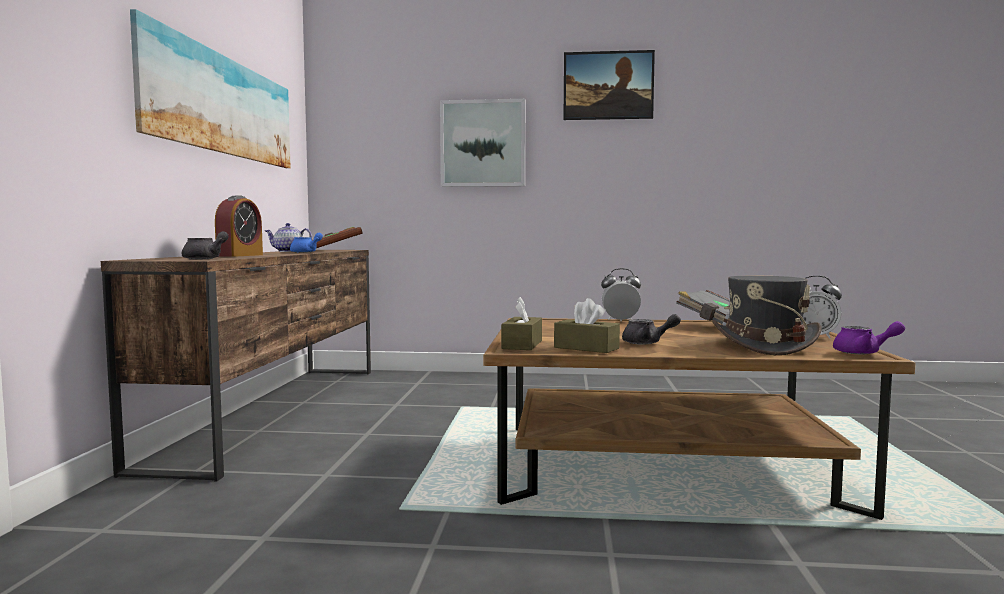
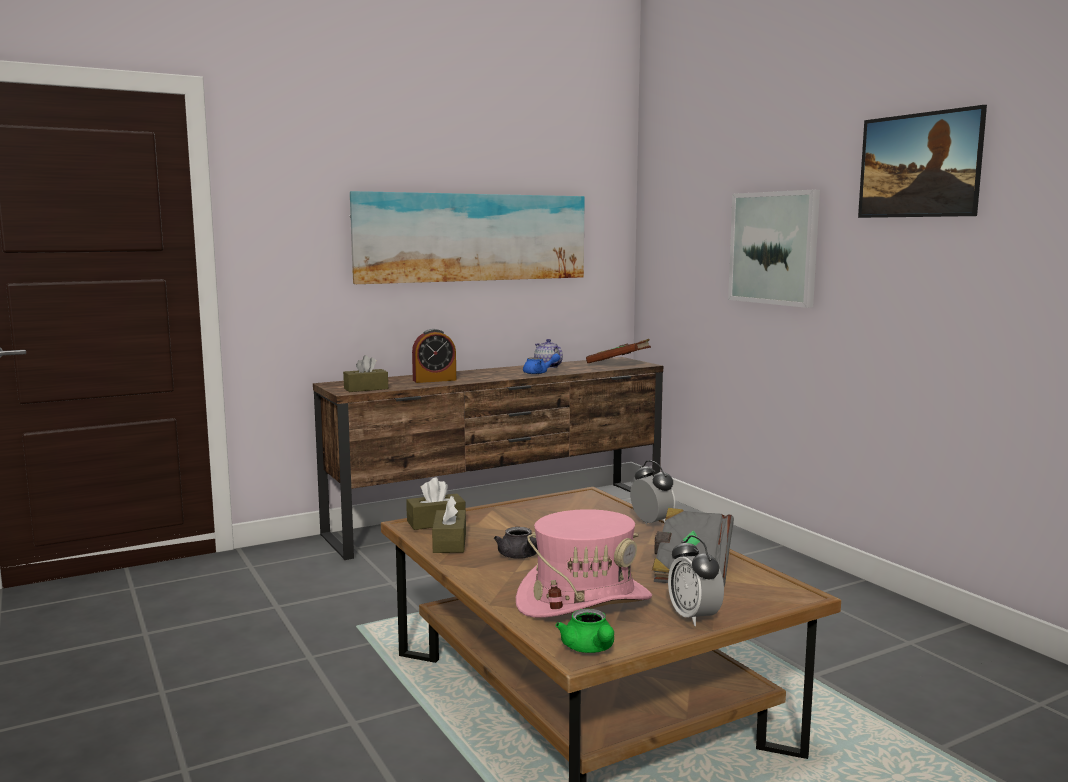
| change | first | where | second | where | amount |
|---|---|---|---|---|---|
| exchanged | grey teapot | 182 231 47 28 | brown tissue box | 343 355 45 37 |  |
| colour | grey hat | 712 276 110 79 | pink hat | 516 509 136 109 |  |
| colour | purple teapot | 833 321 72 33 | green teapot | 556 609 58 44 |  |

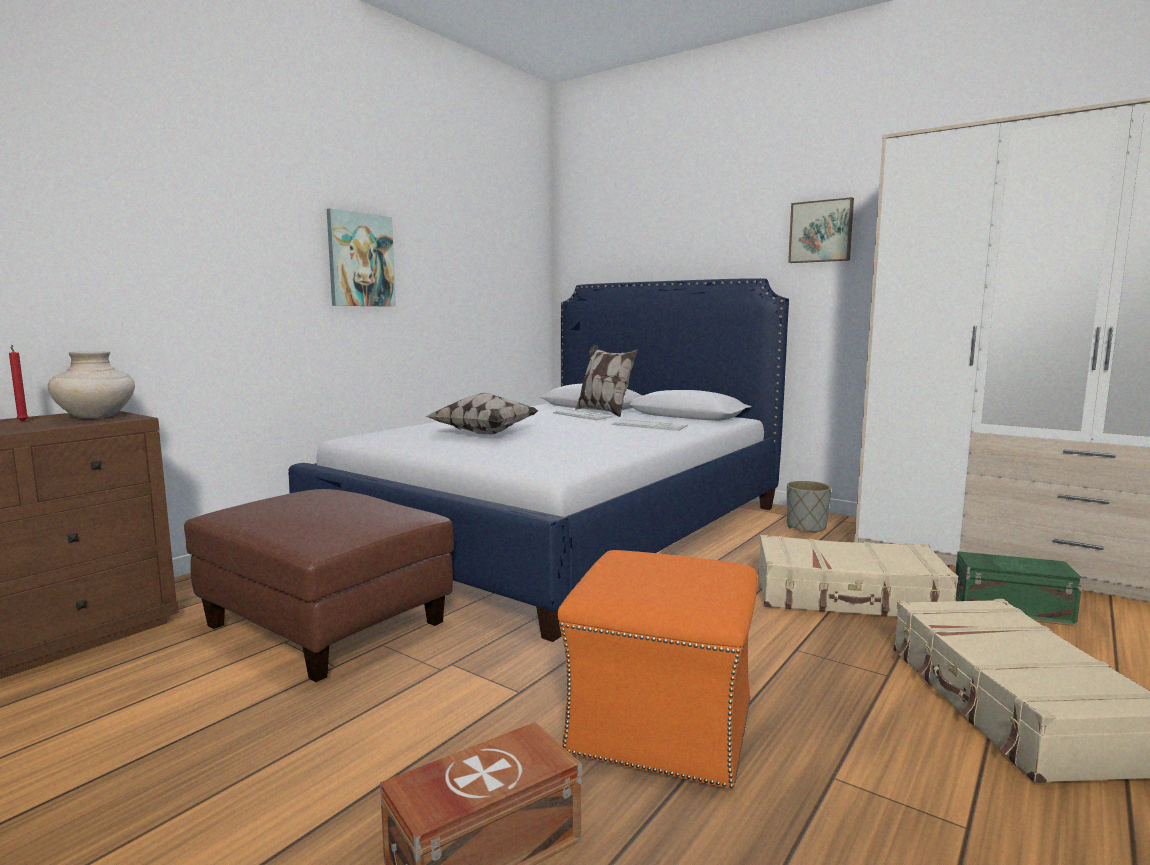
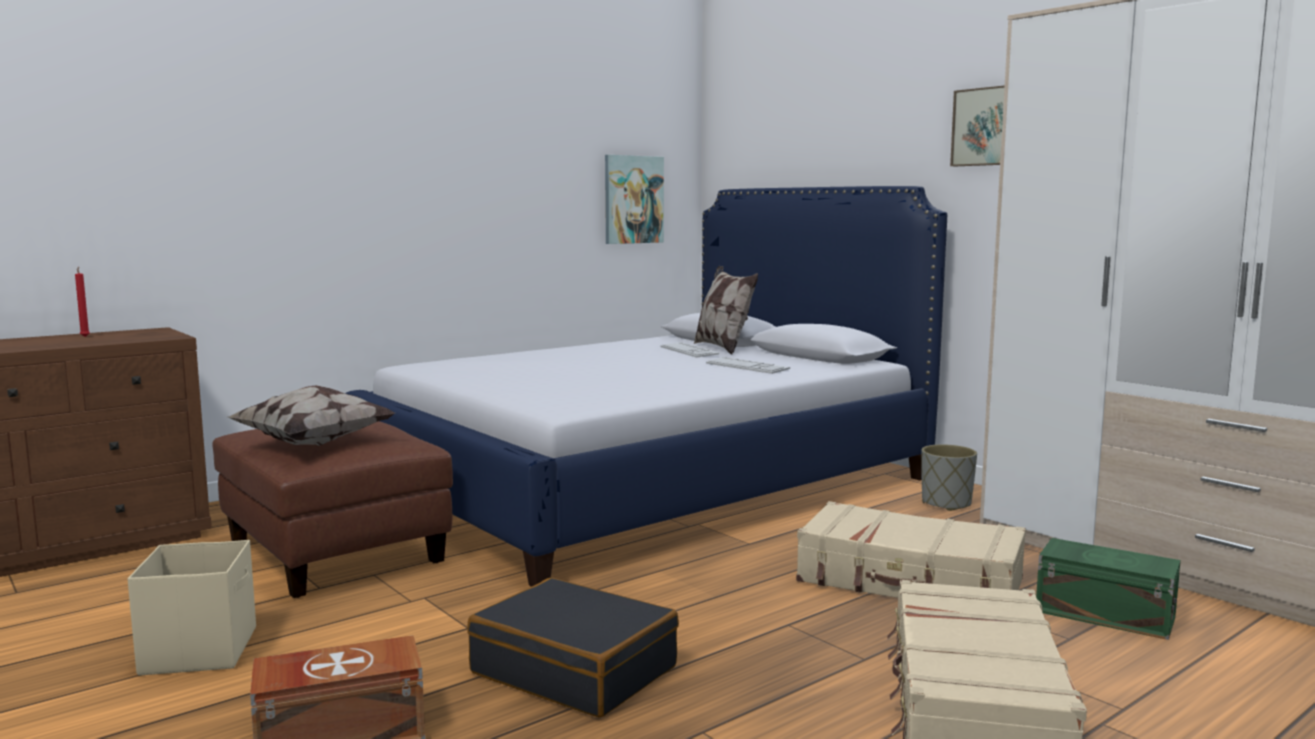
| change | first | where | second | where | amount |
|---|---|---|---|---|---|
| appeared |  |  | beige storage box | 128 540 128 135 |  |
| relocated | pillow | 425 393 113 42 |  | 229 385 166 61 |  |
| exchanged | orange ottoman | 558 550 199 239 | black suitcase | 467 578 212 139 |  |
| relocated | picture | 327 208 69 99 |  | 605 155 59 89 |  |
| missing | beige vase | 48 351 87 67 |  |  |  |

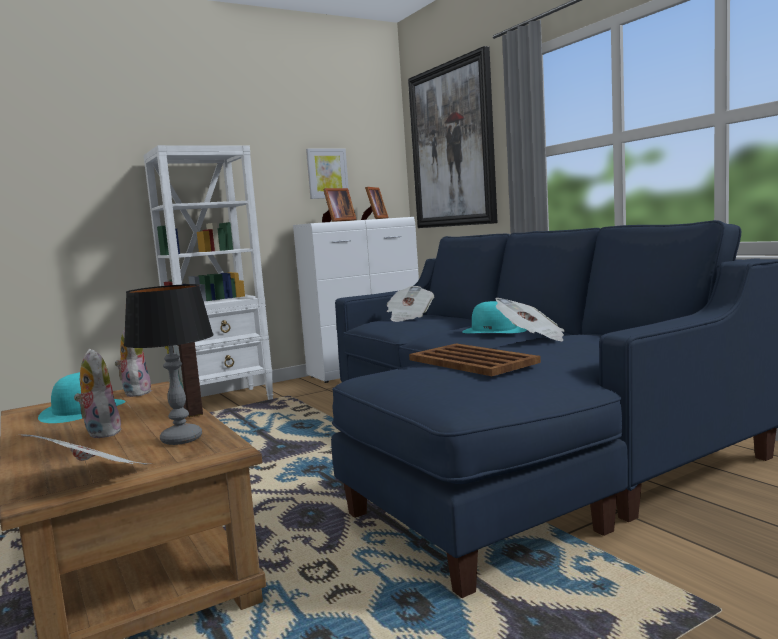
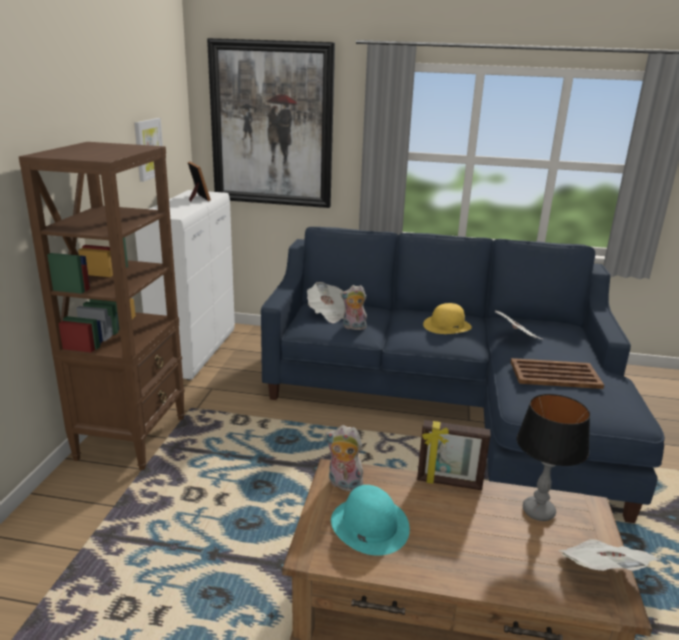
| change | first | where | second | where | amount |
|---|---|---|---|---|---|
| colour | white bookcase | 143 145 131 255 | brown bookcase | 19 142 166 328 |  |
| relocated | plush toy | 74 349 48 89 |  | 340 285 27 45 |  |
| colour | turquoise hat | 462 301 65 32 | yellow hat | 423 303 49 31 |  |
| missing | picture frame | 322 188 35 35 |  |  |  |

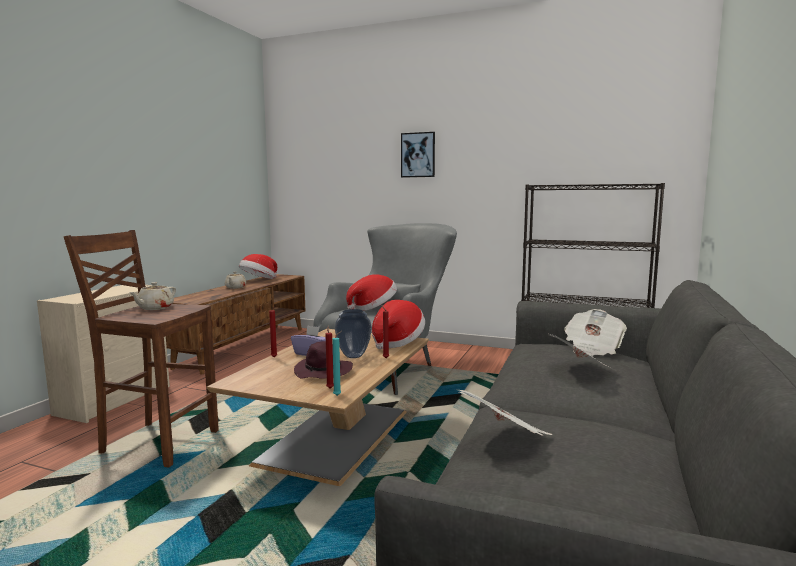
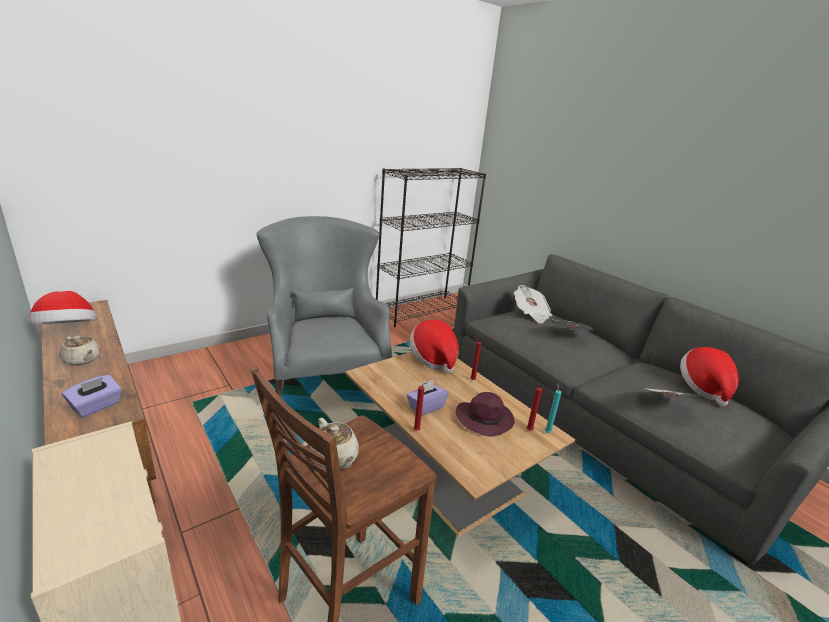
| change | first | where | second | where | amount |
|---|---|---|---|---|---|
| appeared |  |  | purple tissue box | 62 375 60 43 |  |
| relocated | hat | 346 275 51 36 |  | 680 347 59 59 |  |
| missing | vase | 335 309 37 49 |  |  |  |
| missing | picture | 401 132 34 46 |  |  |  |

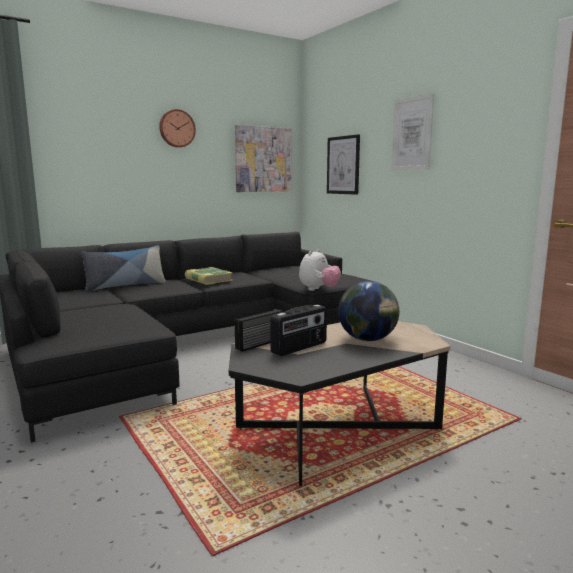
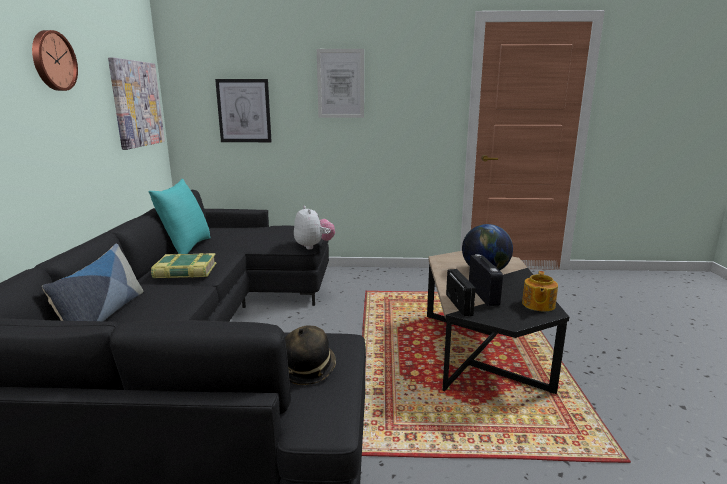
| change | first | where | second | where | amount |
|---|---|---|---|---|---|
| appeared |  |  | turquoise pillow | 148 179 63 75 |  |
| appeared |  |  | hat | 285 325 51 60 |  |
| appeared |  |  | teapot | 522 271 36 40 |  |

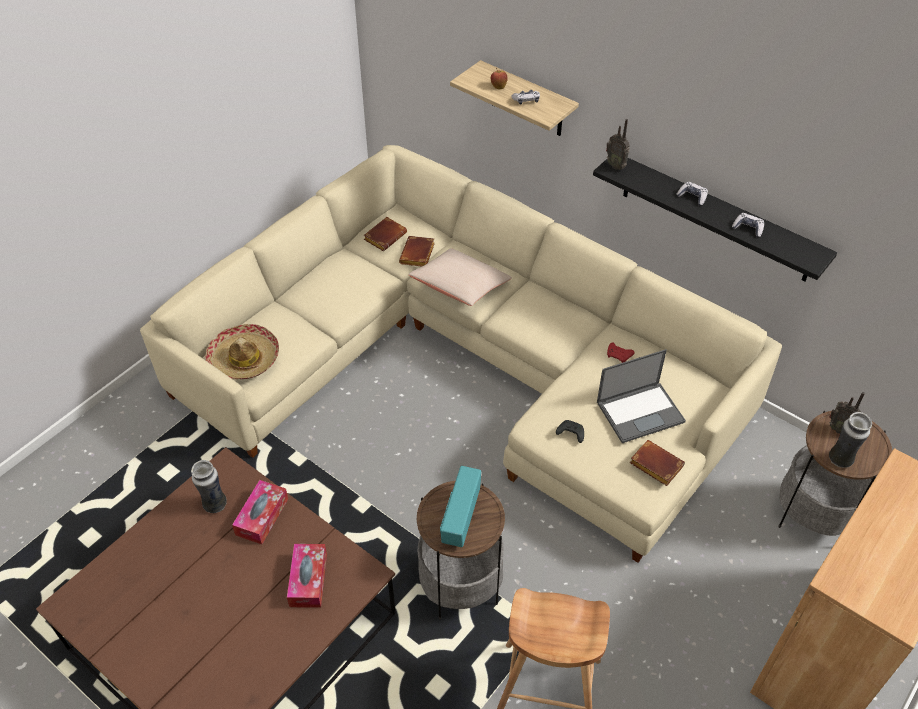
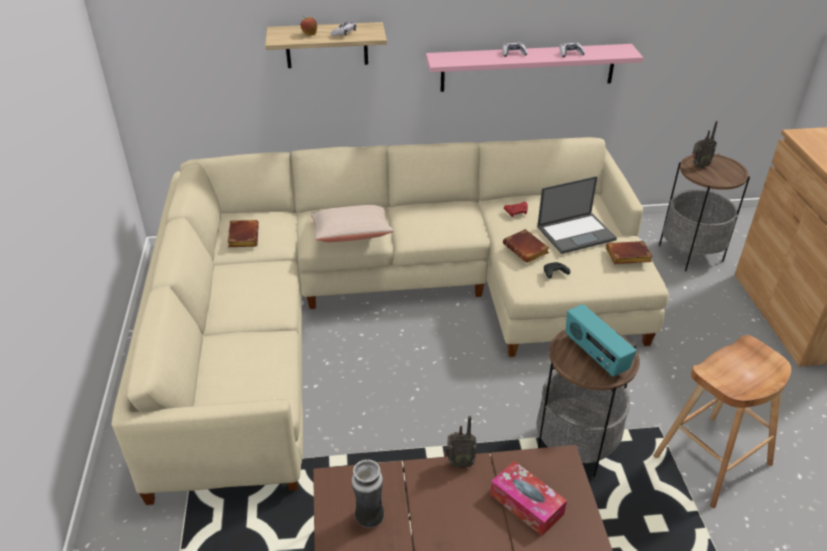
| change | first | where | second | where | amount |
|---|---|---|---|---|---|
| colour | black shelf | 593 158 244 124 | pink shelf | 426 44 217 48 |  |
| relocated | radio | 606 119 24 51 |  | 445 416 32 52 |  |
| relocated | brown book | 399 236 36 31 |  | 503 229 46 34 |  |
| spun | laptop | 597 349 89 94 |  | 537 176 80 78 | 45 degrees clockwise |
| missing | hat | 205 324 74 55 |  |  |  |
| missing | tissue box | 232 480 56 64 |  |  |  |
| missing | vase | 829 412 43 56 |  |  |  |

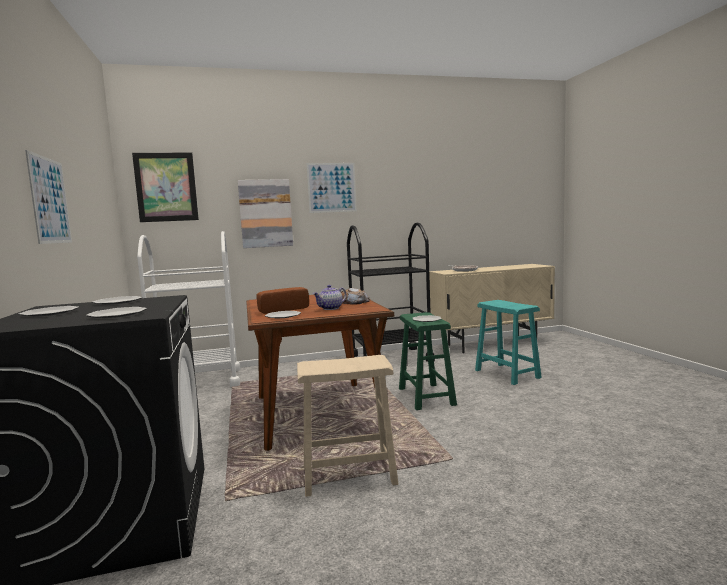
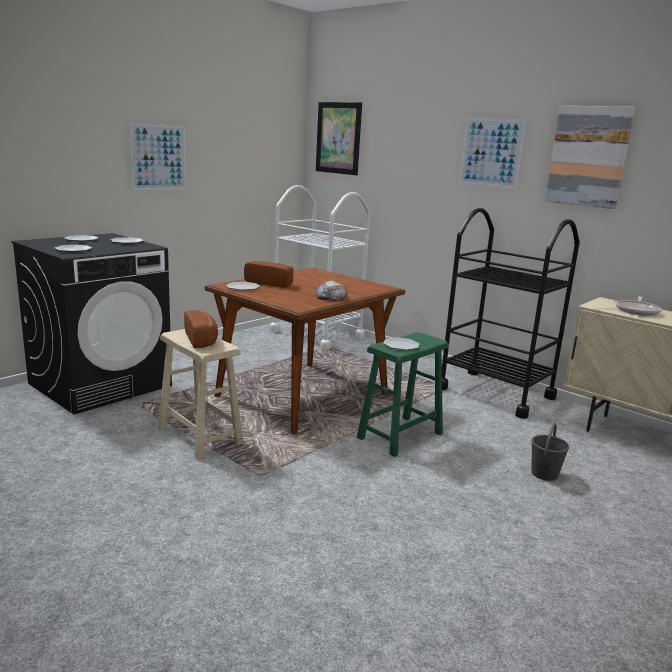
| change | first | where | second | where | amount |
|---|---|---|---|---|---|
| appeared |  |  | bread | 184 310 34 38 |  |
| exchanged | turquoise stool | 475 300 67 85 | grey bucket | 531 423 38 58 |  |
| relocated | picture | 238 179 55 69 |  | 545 106 90 103 |  |
| missing | teapot | 313 285 34 25 |  |  |  |

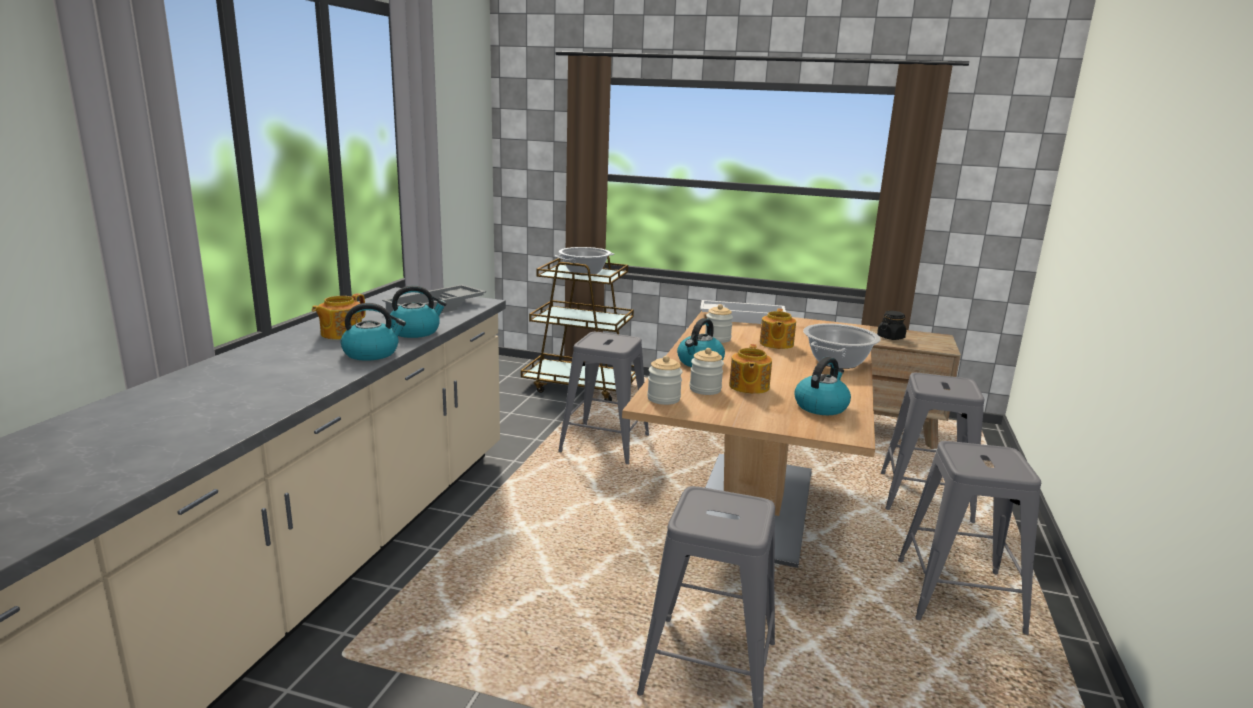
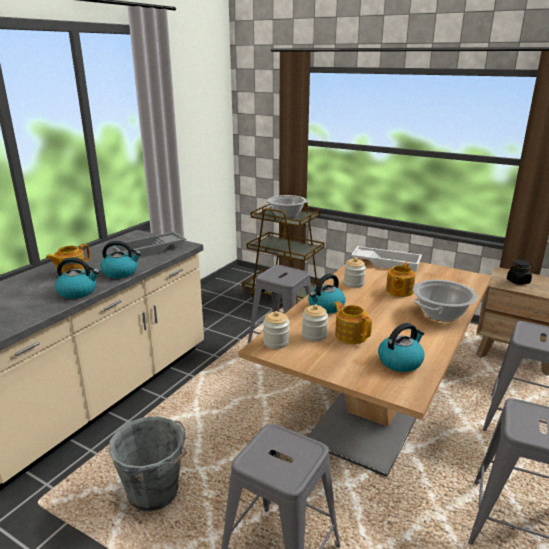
| change | first | where | second | where | amount |
|---|---|---|---|---|---|
| appeared |  |  | grey bucket | 108 416 79 96 |  |
| spun | teapot | 729 344 43 50 |  | 334 301 38 43 | 120 degrees clockwise |

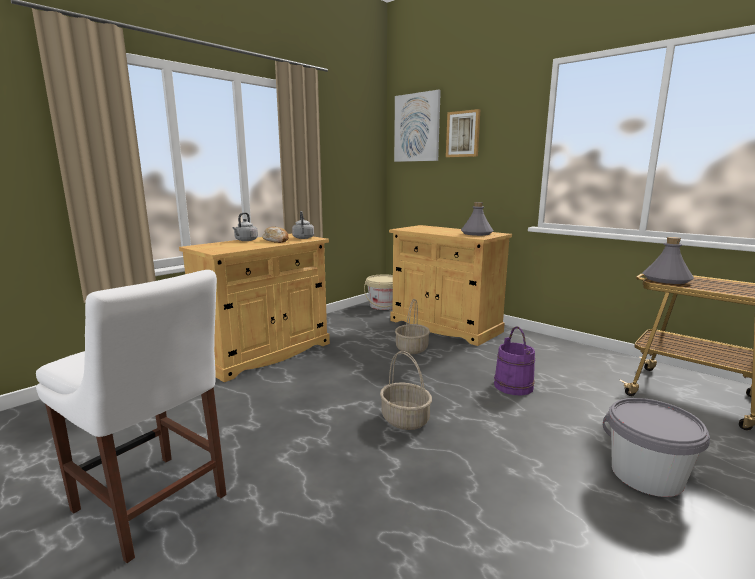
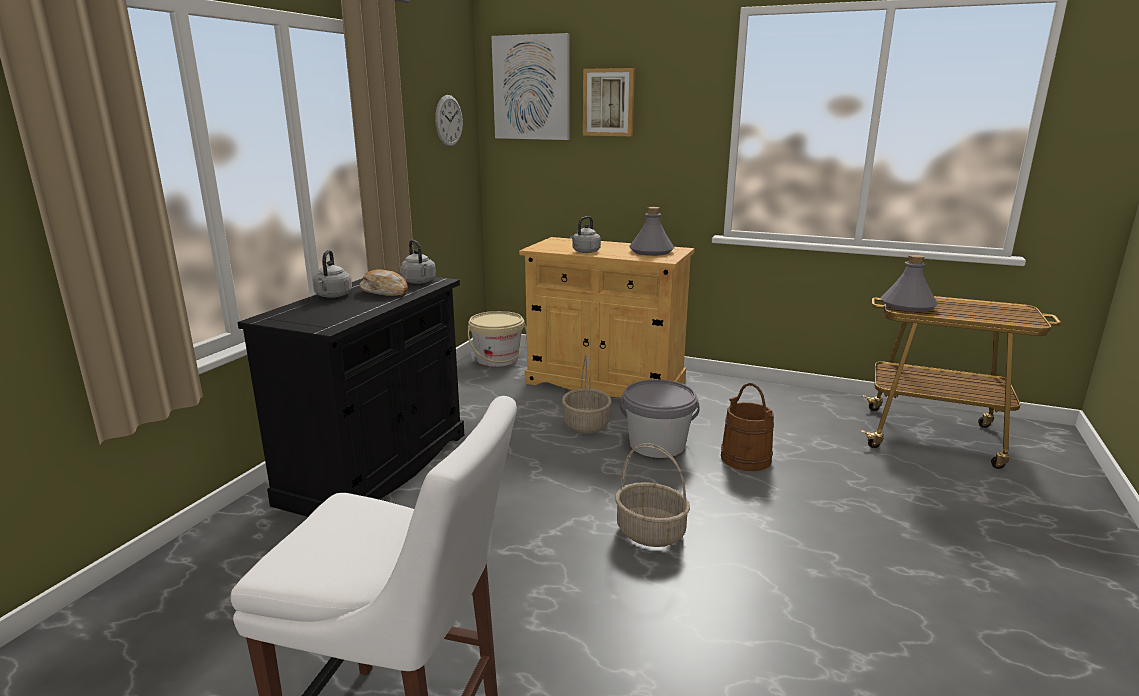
| change | first | where | second | where | amount |
|---|---|---|---|---|---|
| colour | beige cabinet | 179 233 151 149 | black cabinet | 237 273 227 244 |  |
| appeared |  |  | wall clock | 435 95 28 52 |  |
| appeared |  |  | grey kettle | 570 216 31 37 |  |
| relocated | grey bucket | 603 398 107 99 |  | 620 379 79 79 |  |
| colour | purple bucket | 494 327 41 68 | brown bucket | 721 383 53 88 |  |

